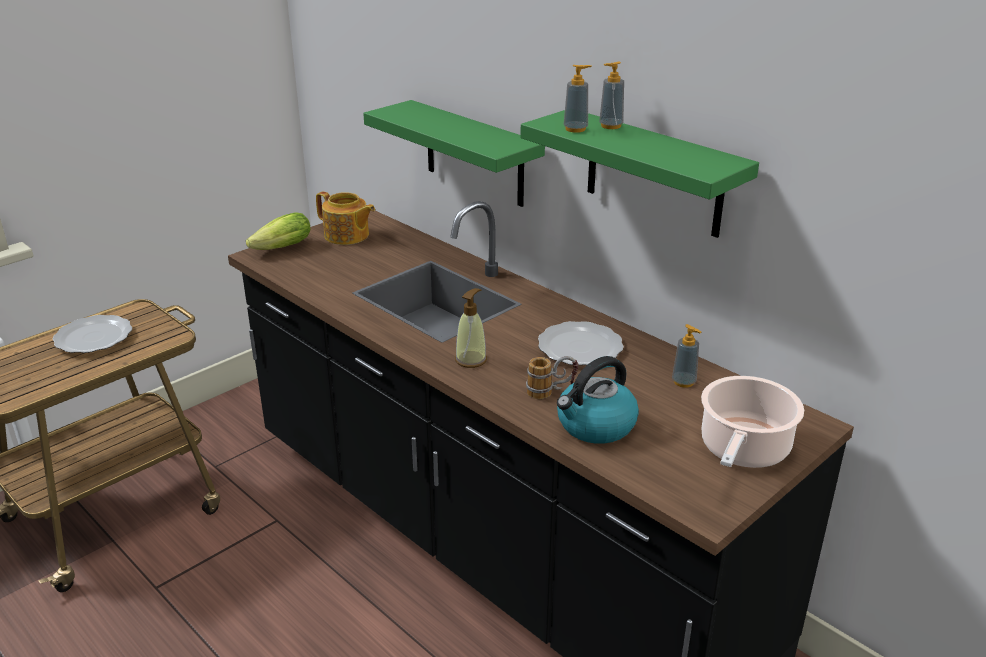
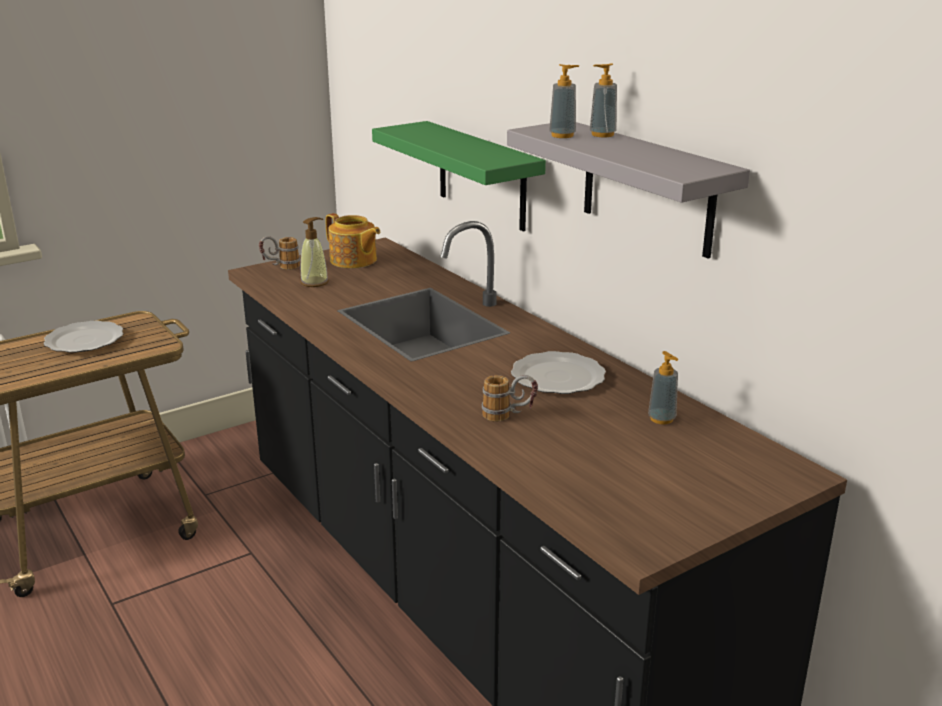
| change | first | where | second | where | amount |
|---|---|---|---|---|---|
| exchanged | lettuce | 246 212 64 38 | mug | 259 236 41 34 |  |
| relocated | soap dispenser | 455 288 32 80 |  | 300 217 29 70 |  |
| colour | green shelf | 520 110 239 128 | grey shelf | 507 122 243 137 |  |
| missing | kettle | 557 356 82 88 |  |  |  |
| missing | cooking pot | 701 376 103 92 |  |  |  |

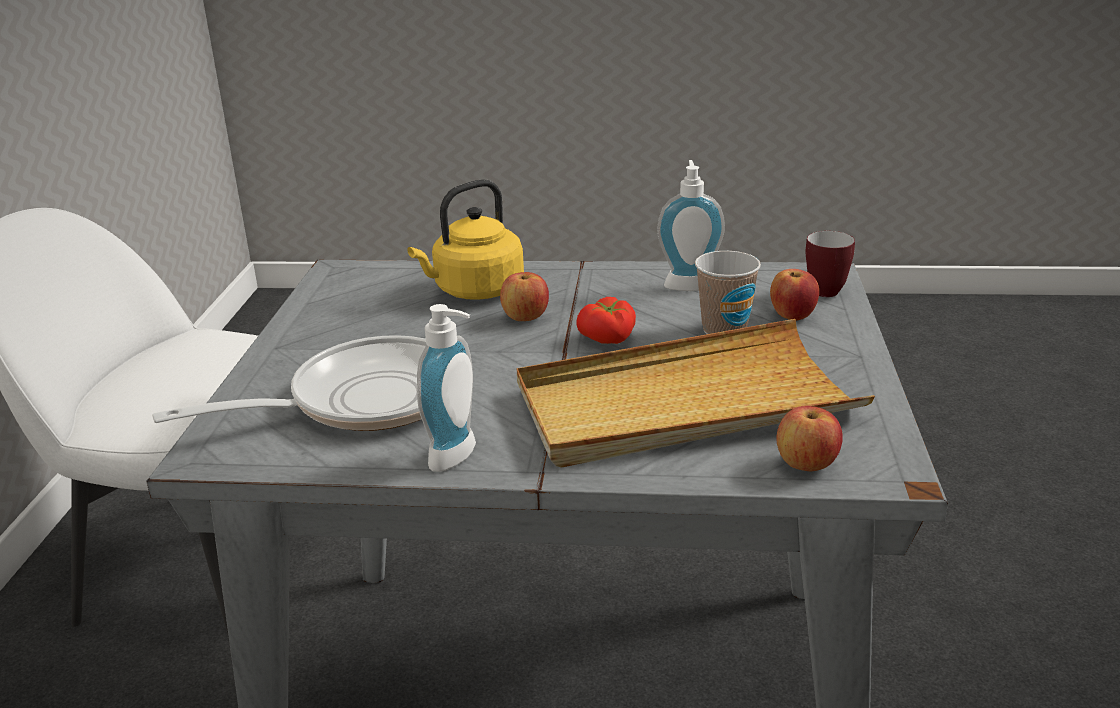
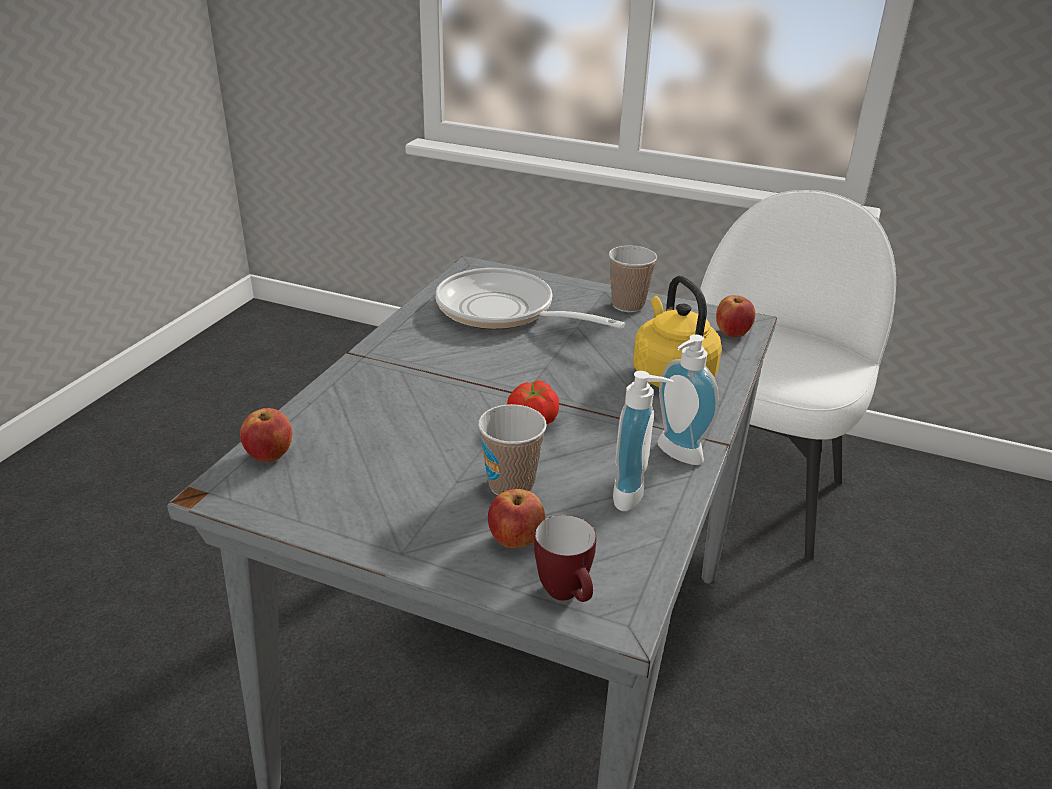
| change | first | where | second | where | amount |
|---|---|---|---|---|---|
| spun | frying pan | 152 335 274 96 |  | 436 268 189 61 | 135 degrees clockwise |
| appeared |  |  | cup | 609 246 48 66 |  |
| relocated | soap dispenser | 417 304 59 168 |  | 657 334 62 131 |  |
| relocated | apple | 500 272 49 49 |  | 716 295 39 42 |  |
| missing | beige tray | 517 319 358 149 |  |  |  |

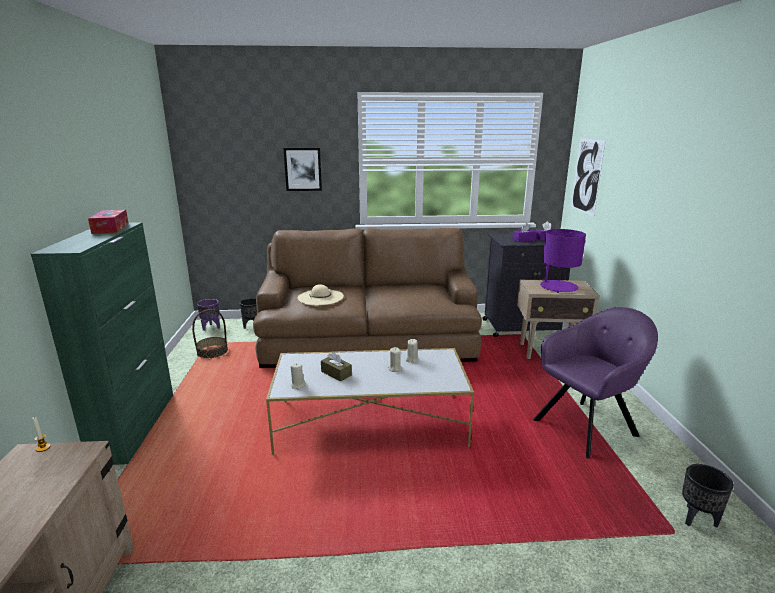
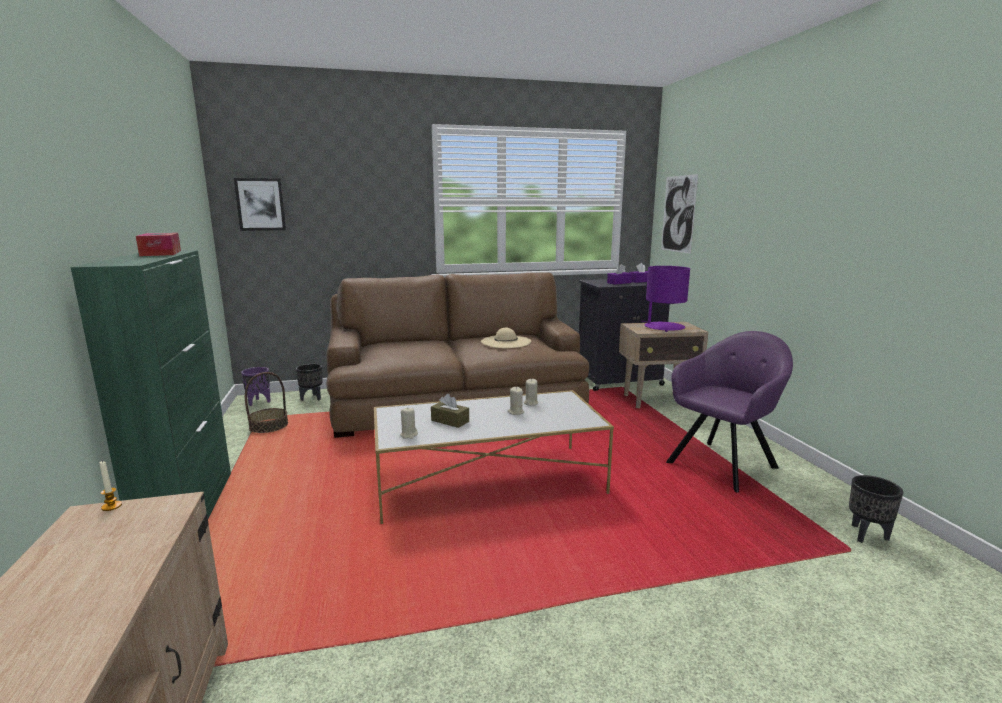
| change | first | where | second | where | amount |
|---|---|---|---|---|---|
| relocated | picture | 283 148 39 43 |  | 234 178 52 53 |  |
| relocated | beige hat | 298 284 46 22 |  | 481 328 50 20 |  |

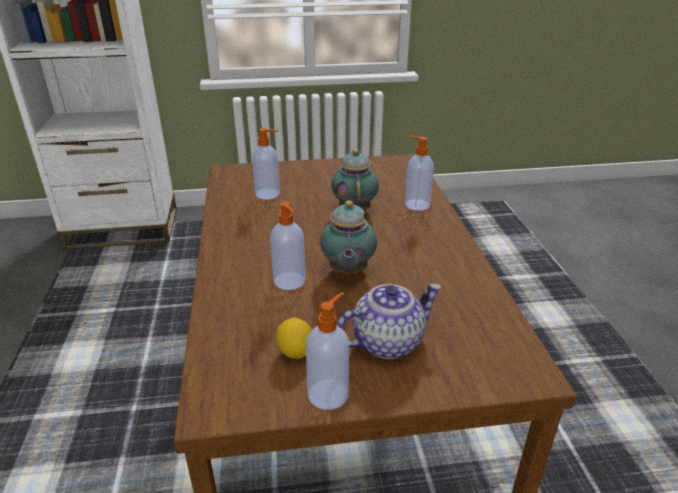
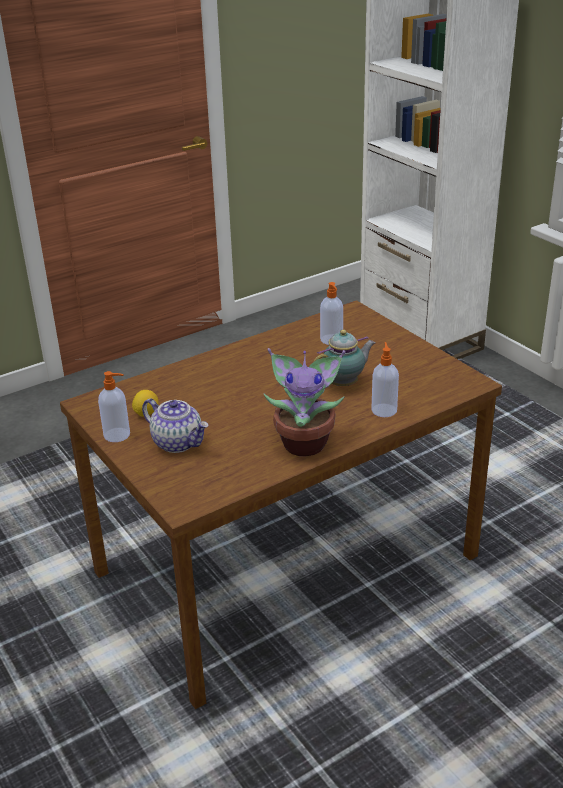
| change | first | where | second | where | amount |
|---|---|---|---|---|---|
| appeared |  |  | potted plant | 264 348 82 108 |  |
| missing | soap dispenser | 270 201 36 89 |  |  |  |
| missing | teapot | 320 201 57 73 |  |  |  |

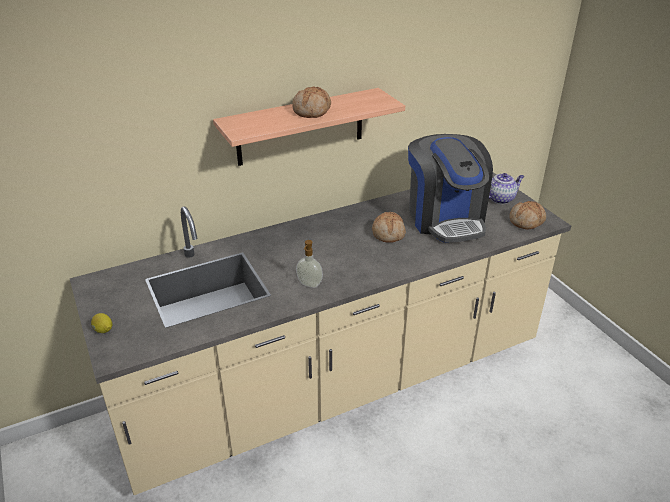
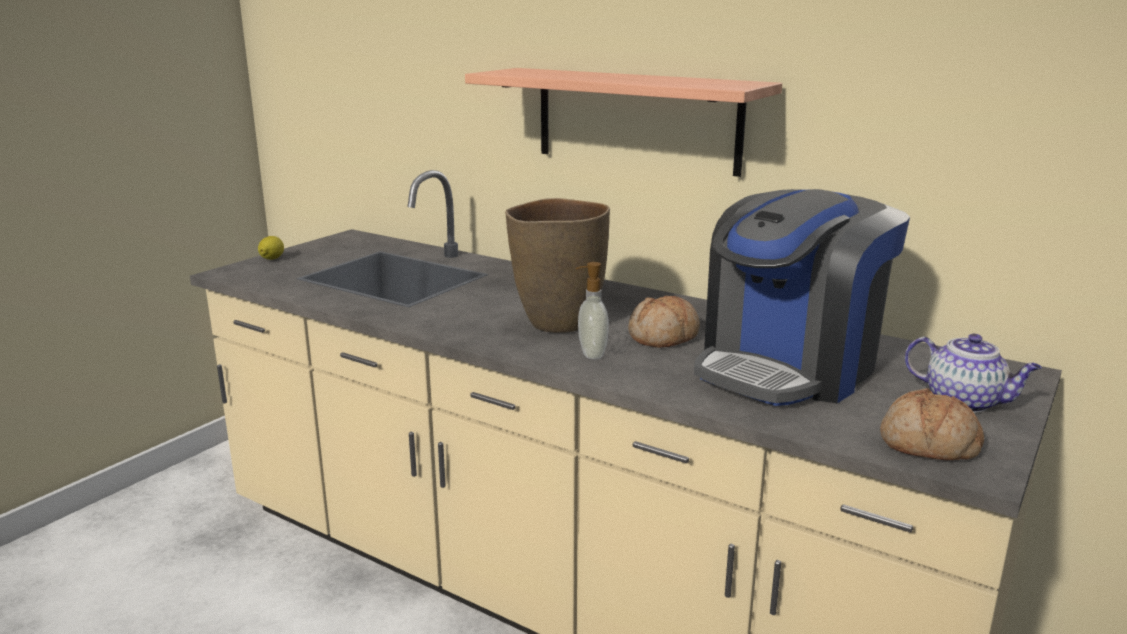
| change | first | where | second | where | amount |
|---|---|---|---|---|---|
| appeared |  |  | brown vase | 505 198 105 135 |  |
| relocated | soap dispenser | 296 240 27 48 |  | 575 262 34 97 |  |
| missing | bread | 292 86 39 32 |  |  |  |

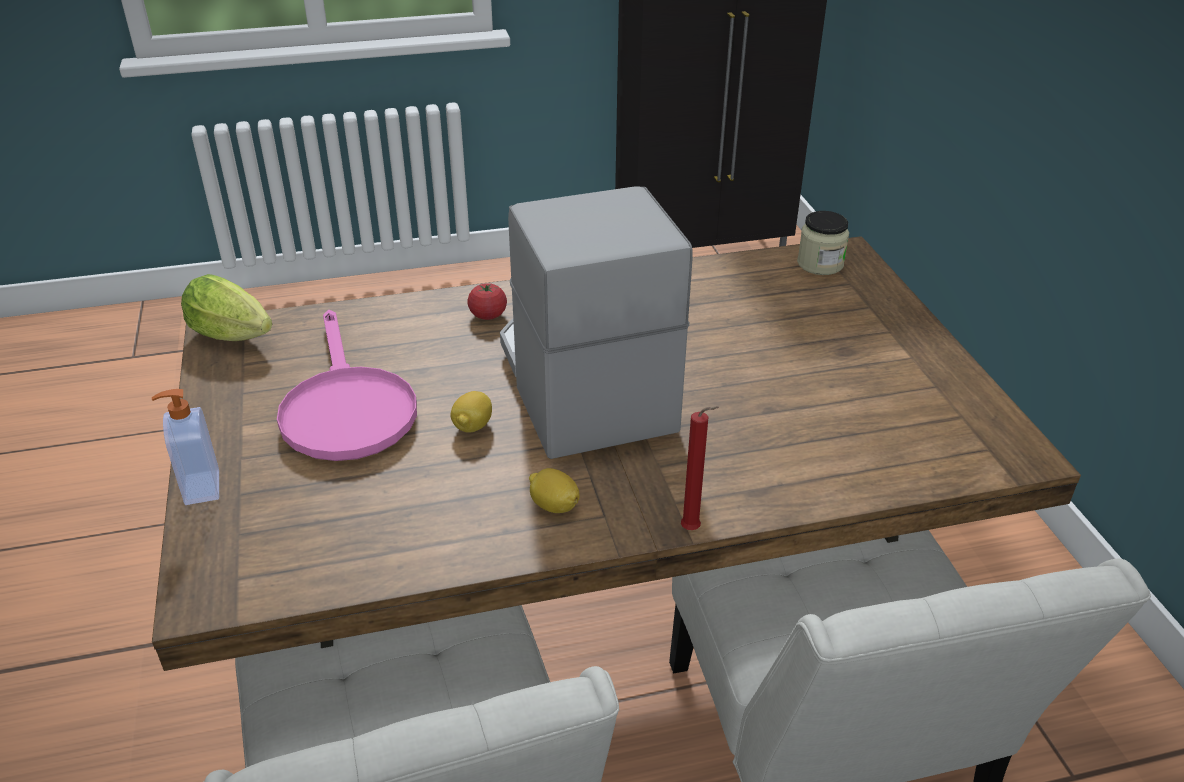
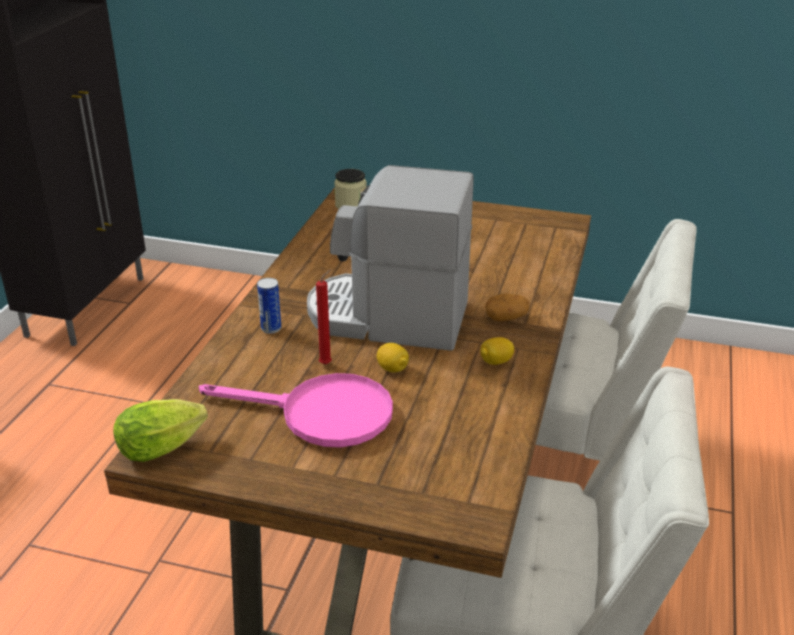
| change | first | where | second | where | amount |
|---|---|---|---|---|---|
| exchanged | tomato | 468 283 39 37 | can | 257 278 24 56 |  |
| relocated | red candle | 681 406 38 124 |  | 316 270 16 95 |  |
| appeared |  |  | potato | 485 293 45 28 |  |
| missing | soap dispenser | 152 389 67 116 |  |  |  |

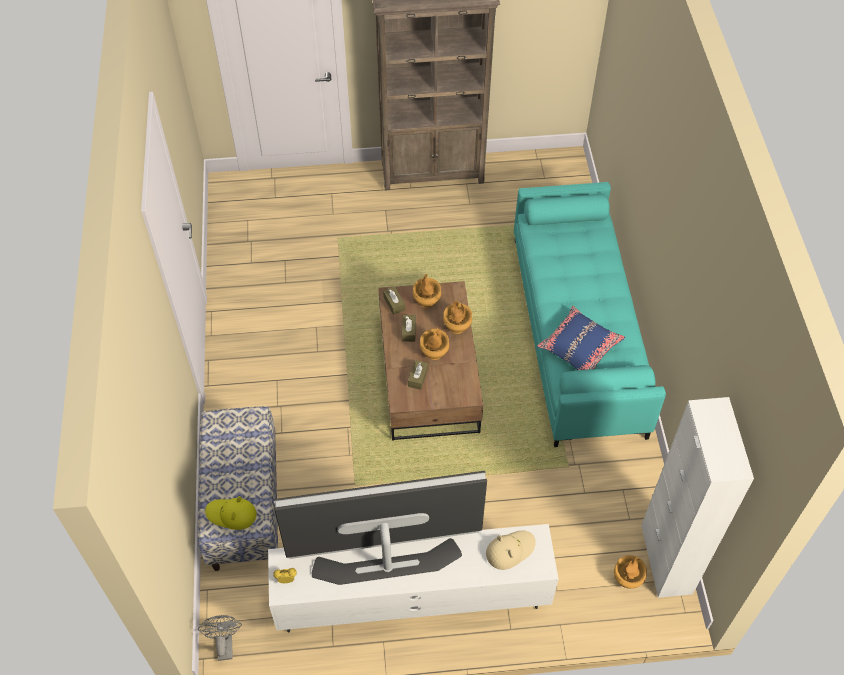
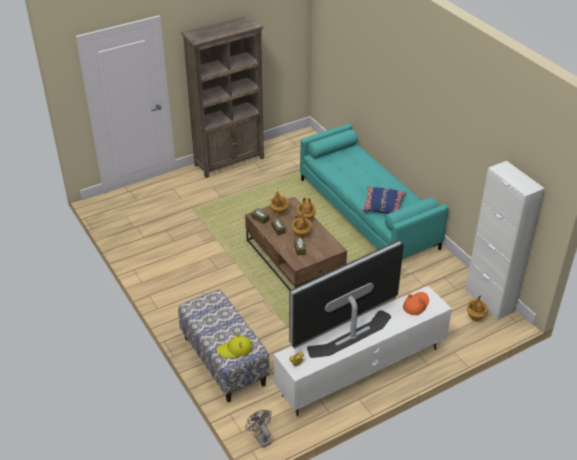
| change | first | where | second | where | amount |
|---|---|---|---|---|---|
| colour | beige hat | 486 530 50 40 | orange hat | 403 292 26 23 |  |

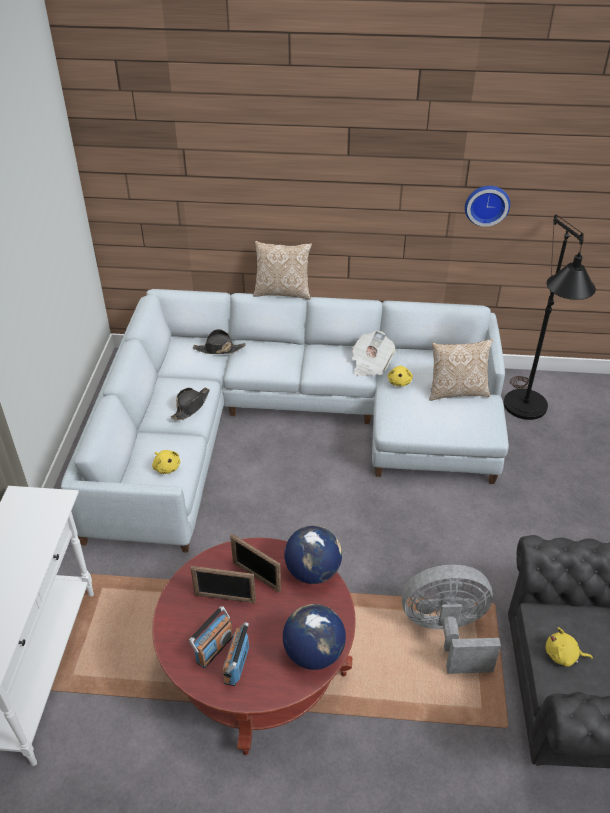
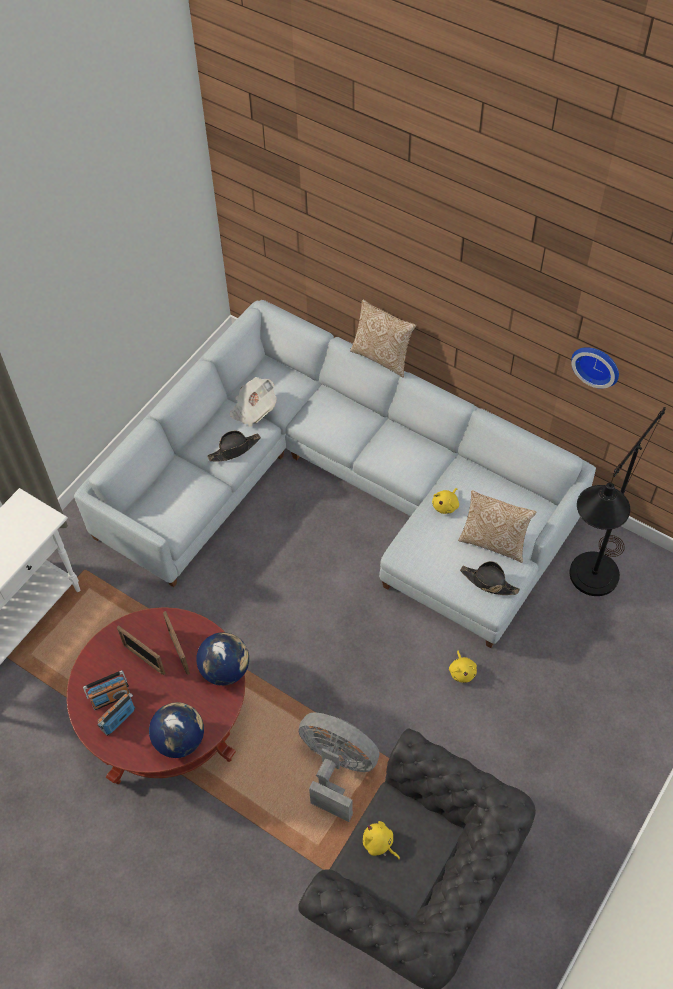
| change | first | where | second | where | amount |
|---|---|---|---|---|---|
| relocated | newspaper | 352 331 43 45 |  | 230 377 47 50 |  |
| relocated | yellow plush toy | 152 450 28 24 |  | 449 651 28 32 |  |
| relocated | black hat | 193 329 52 25 |  | 460 561 60 34 |  |

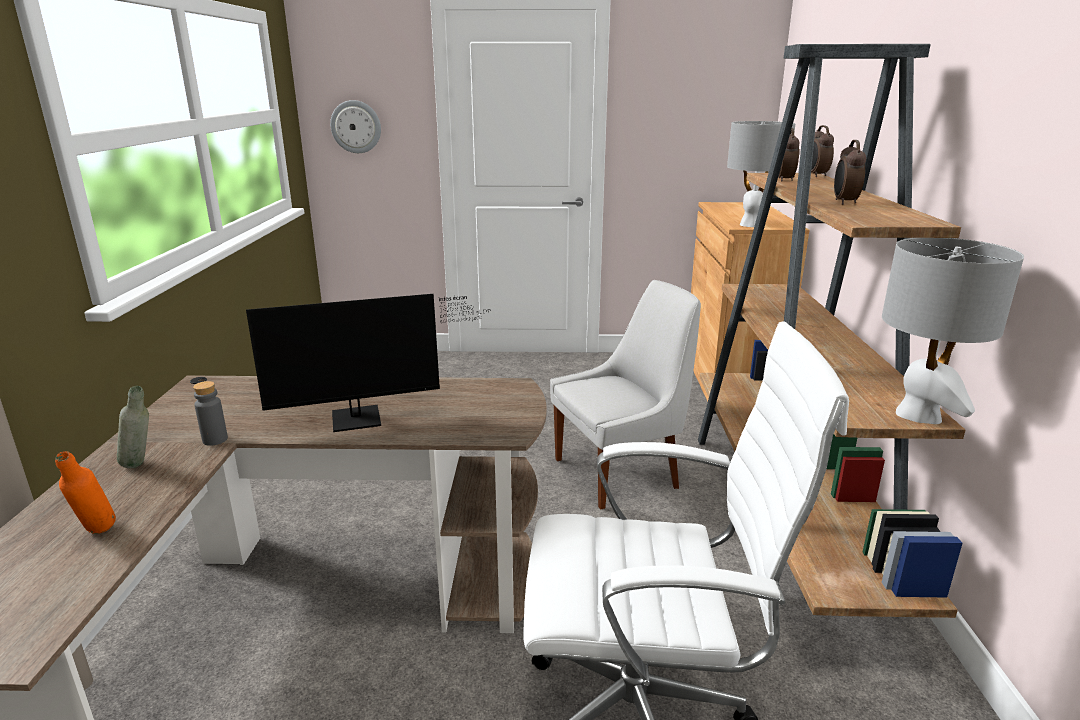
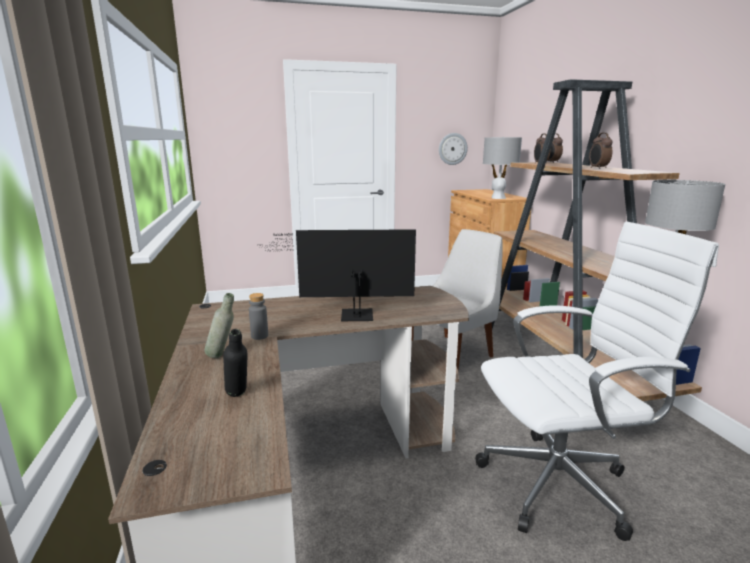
| change | first | where | second | where | amount |
|---|---|---|---|---|---|
| colour | orange bottle | 55 451 61 83 | black bottle | 223 329 25 68 |  |
| spun | monitor | 246 294 243 138 |  | 257 229 159 92 | 150 degrees counterclockwise |
| relocated | wall clock | 330 100 51 53 |  | 439 133 29 32 |  |

